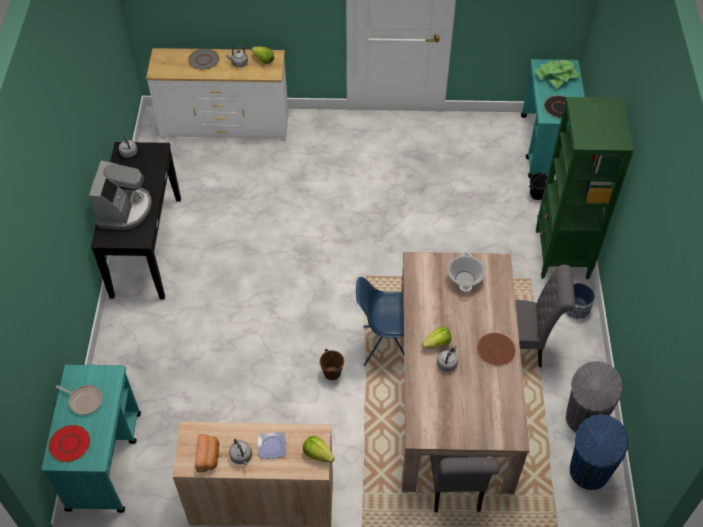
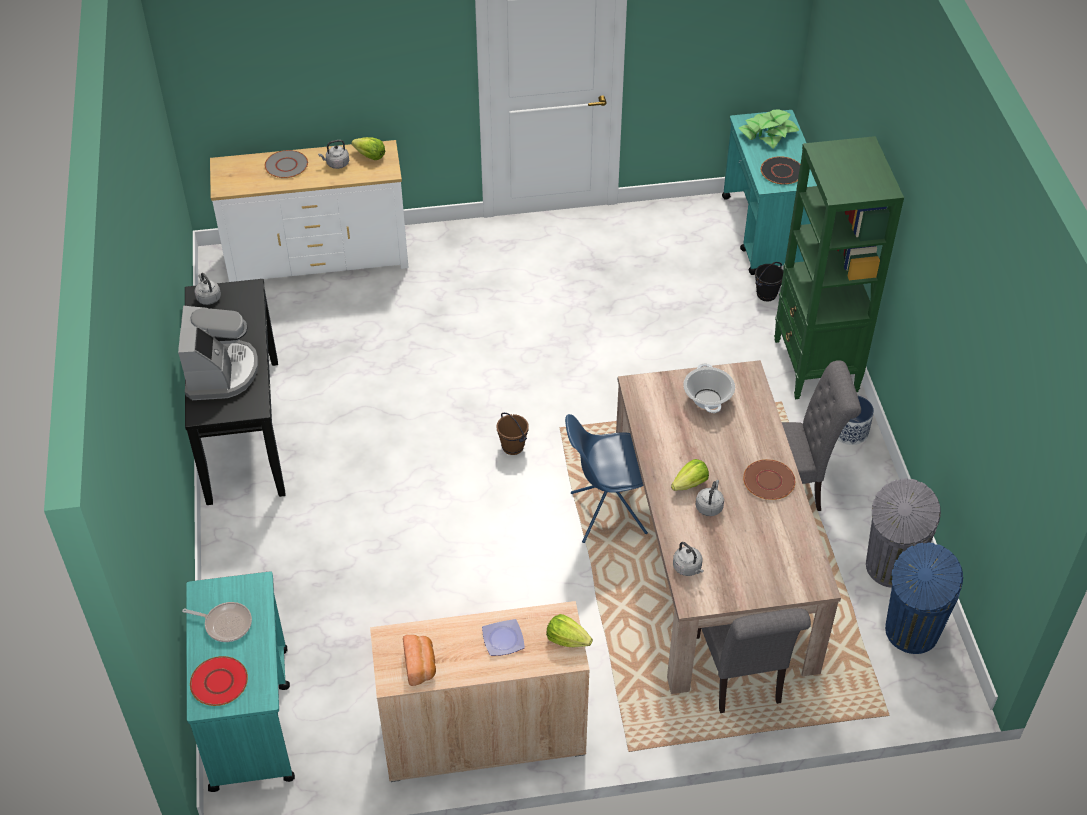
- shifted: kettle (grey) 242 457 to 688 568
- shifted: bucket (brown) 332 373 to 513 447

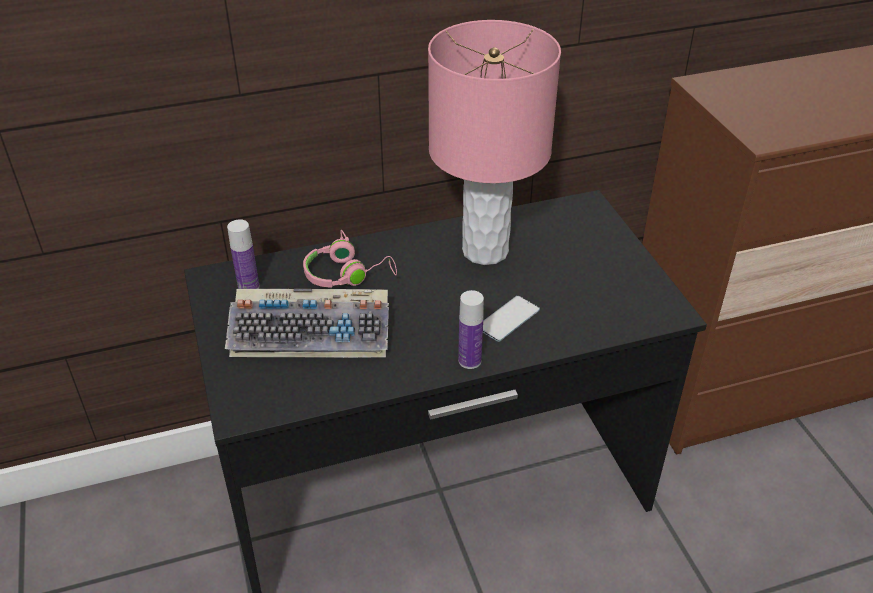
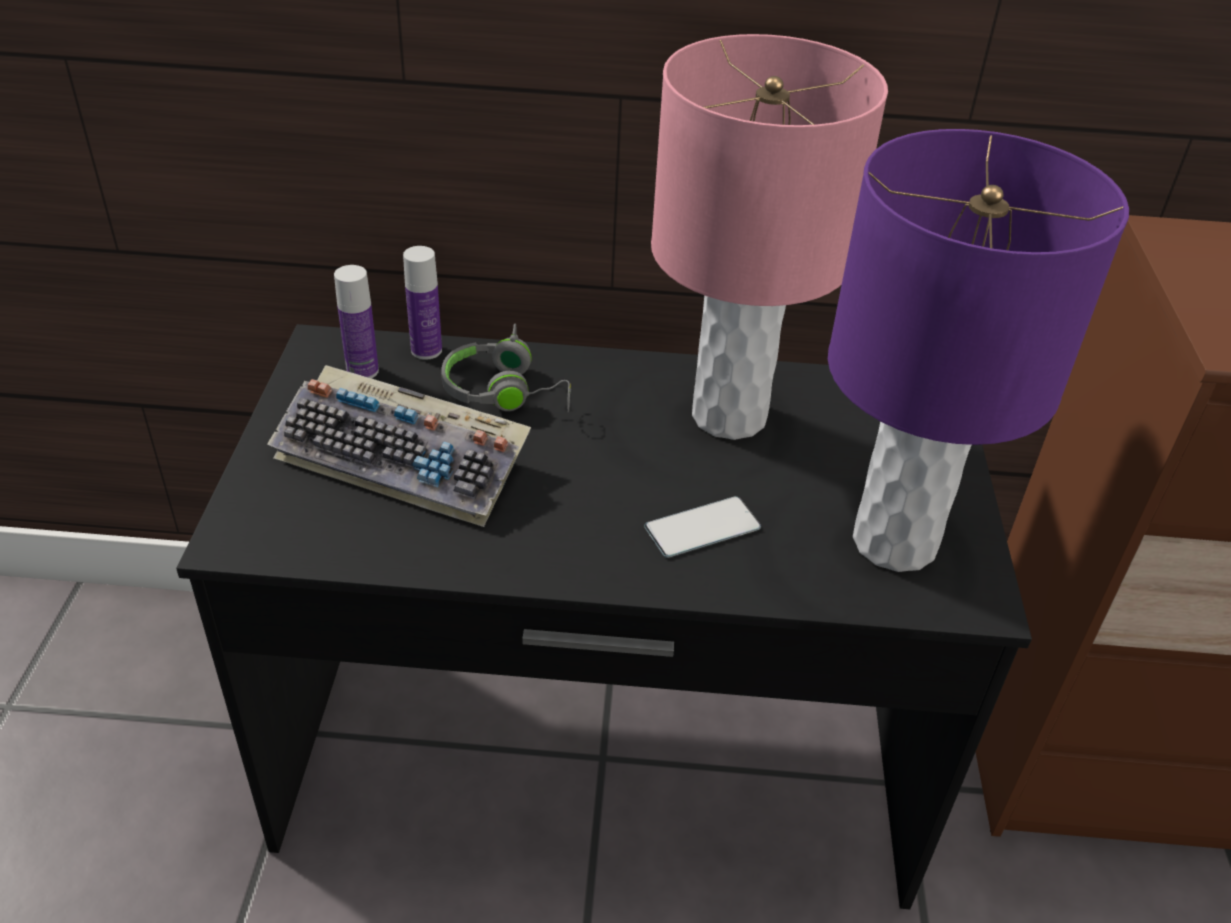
- repainted: headphones (pink) 347 274 to headphones (grey) 506 392
- shifted: bottle 469 360 to 426 350
- new: table lamp (purple) 894 541

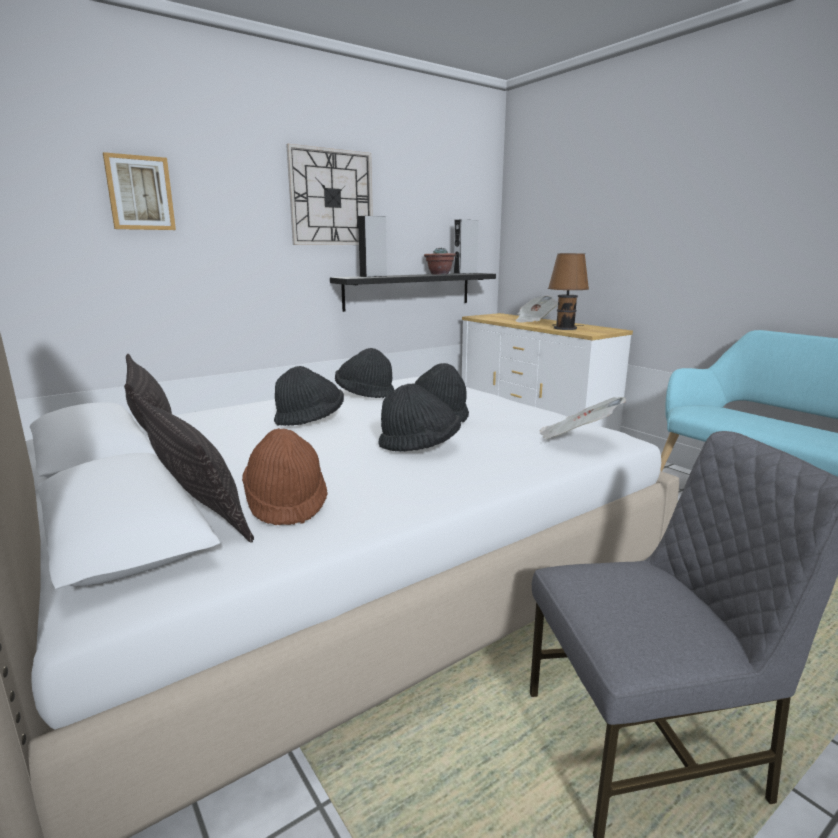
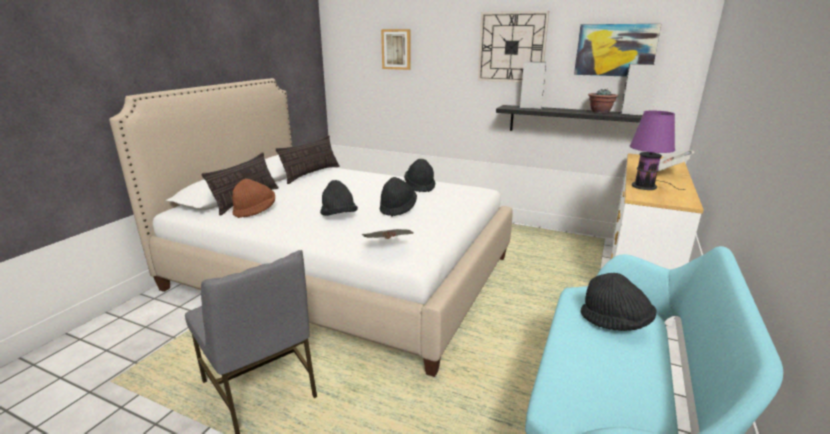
- shifted: hat (black) 310 420 to 615 323
- repainted: table lamp (brown) 565 328 to table lamp (purple) 646 186
- new: picture 615 50

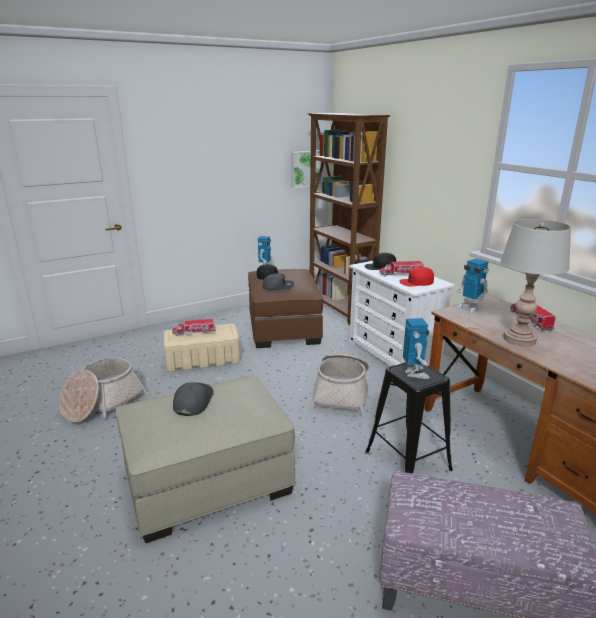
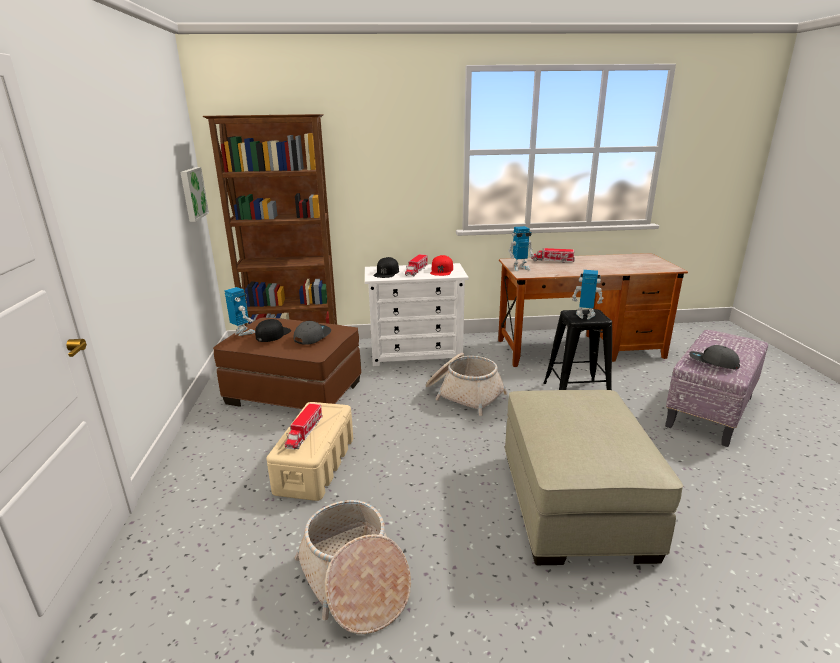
- shifted: cap (grey) 192 401 to 713 362
- gone: table lamp (grey) 519 339

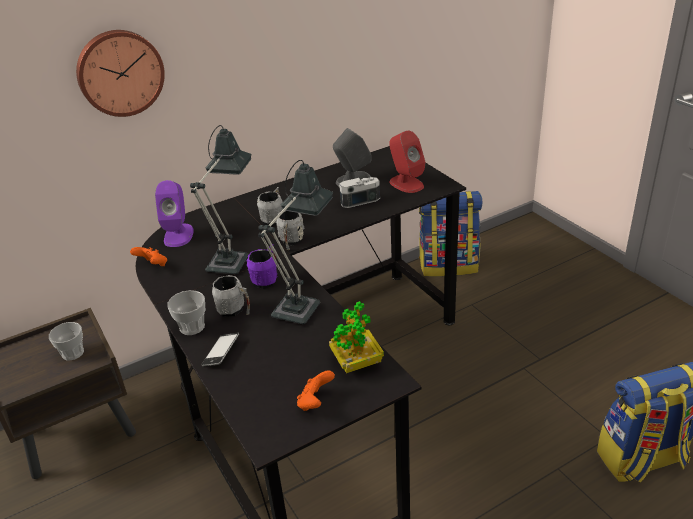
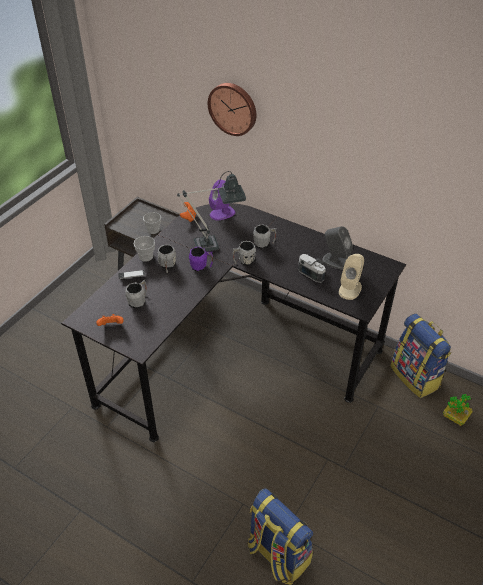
- gone: table lamp 301 304
- shifted: potted plant 357 362 to 455 417
- repainted: speaker (red) 406 184 to speaker (beige) 350 289
- new: mug (grey) 138 301

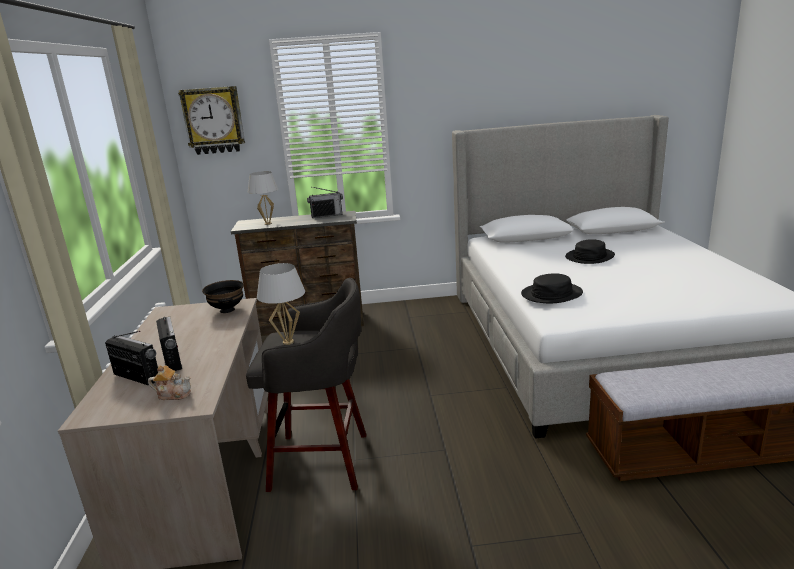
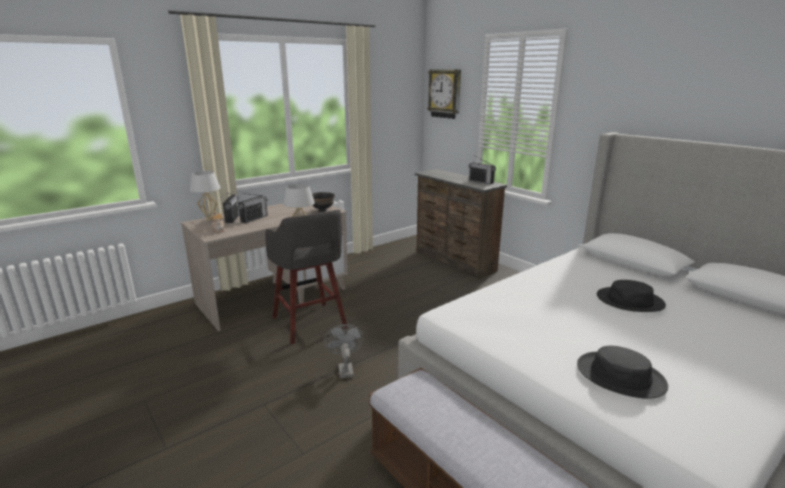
- shifted: table lamp (white) 268 224 to 209 220
- shifted: hat (black) 551 294 to 620 375
- new: fan (grey) 345 369

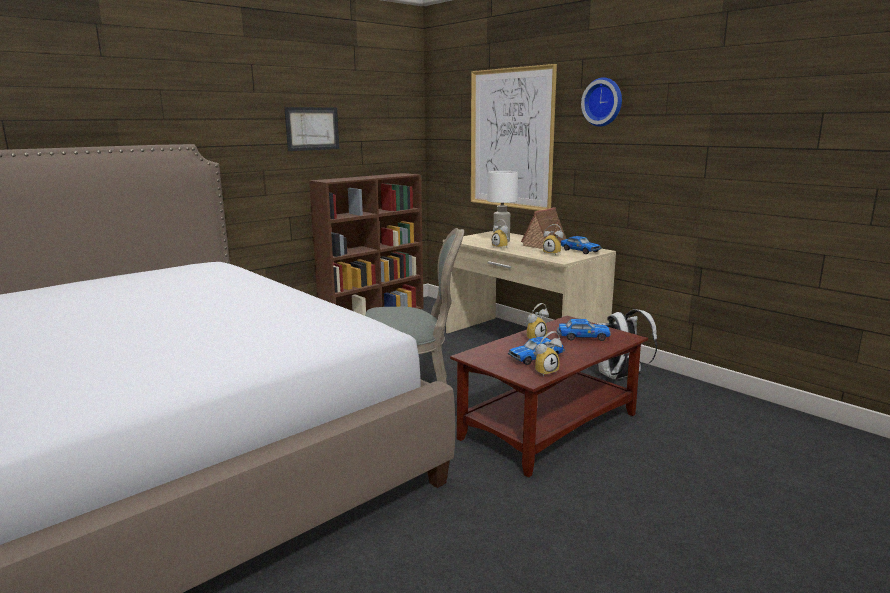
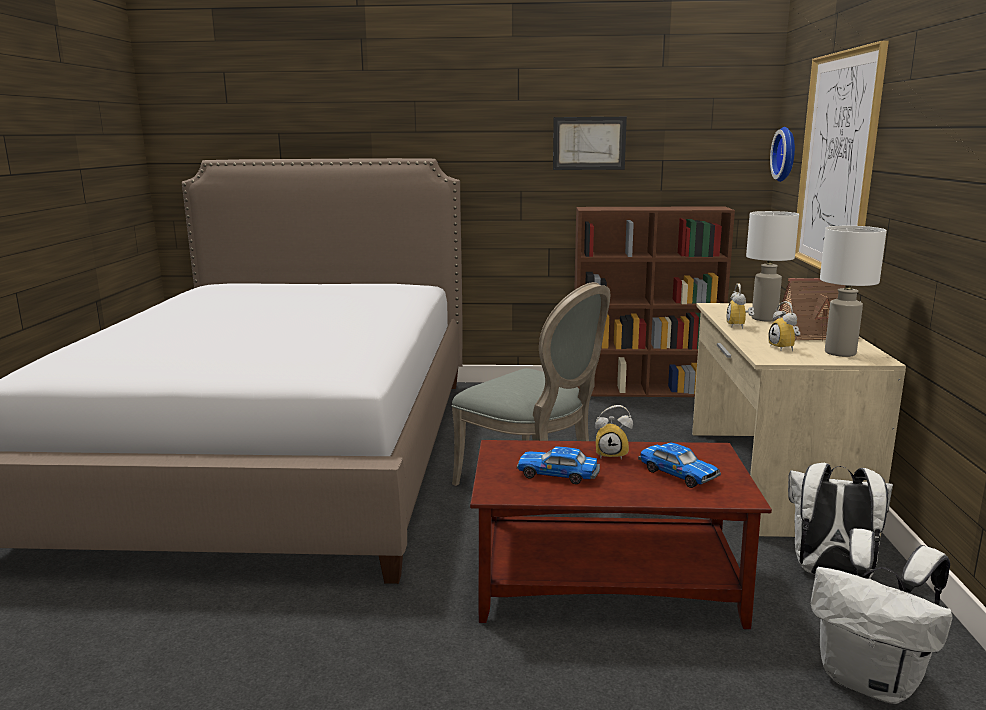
- gone: alarm clock 545 371
- swapped: toy car 579 251 to table lamp (white) 840 353
- shifted: wall clock 603 102 to 787 154
- new: backpack (white) 871 680

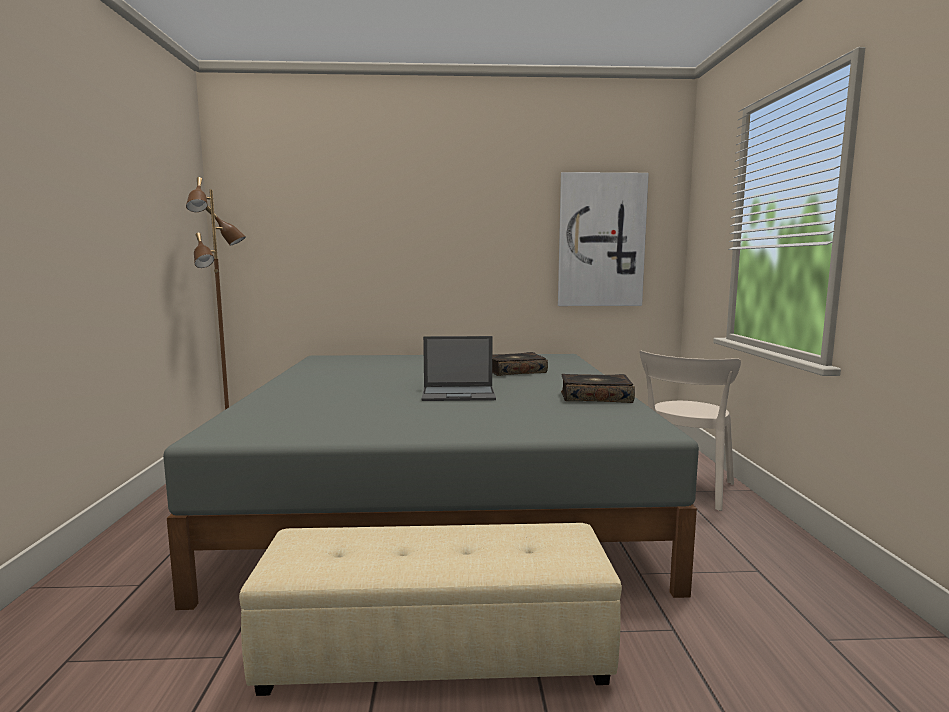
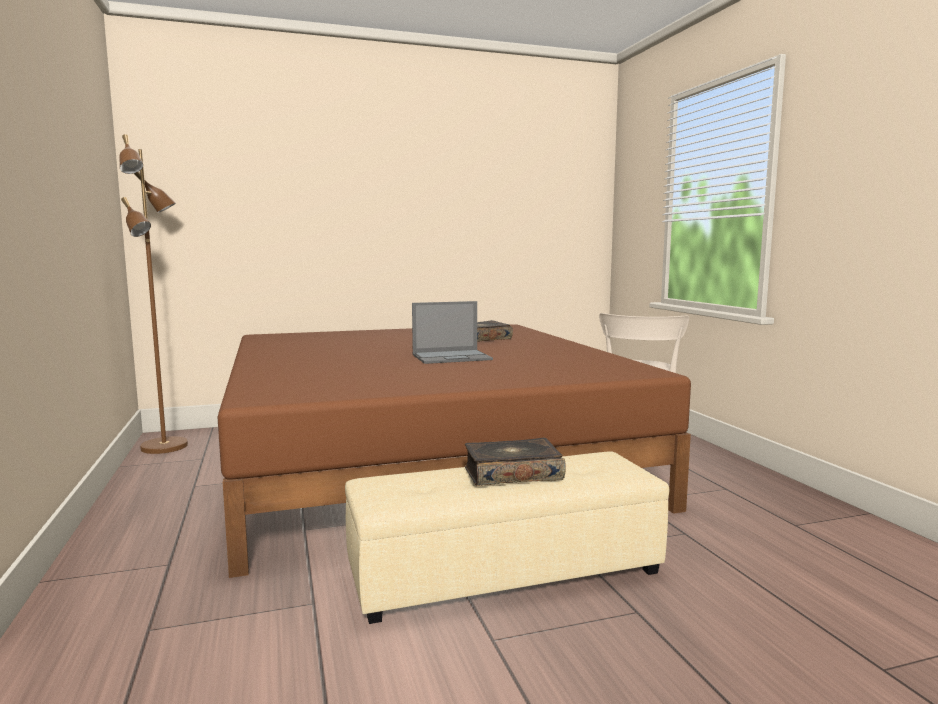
- repainted: bed (grey) 443 493 to bed (brown) 425 460
- gone: picture 601 240
- shifted: book 595 397 to 512 474

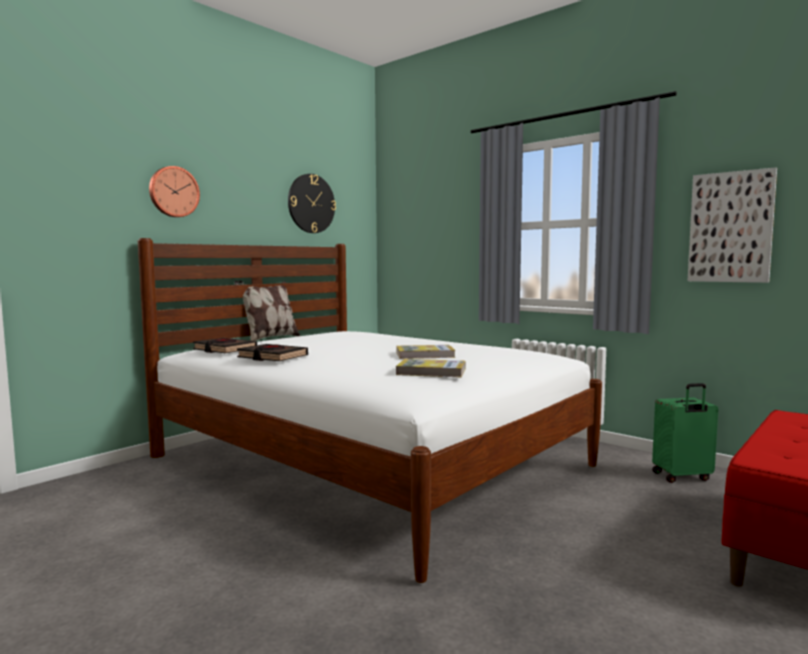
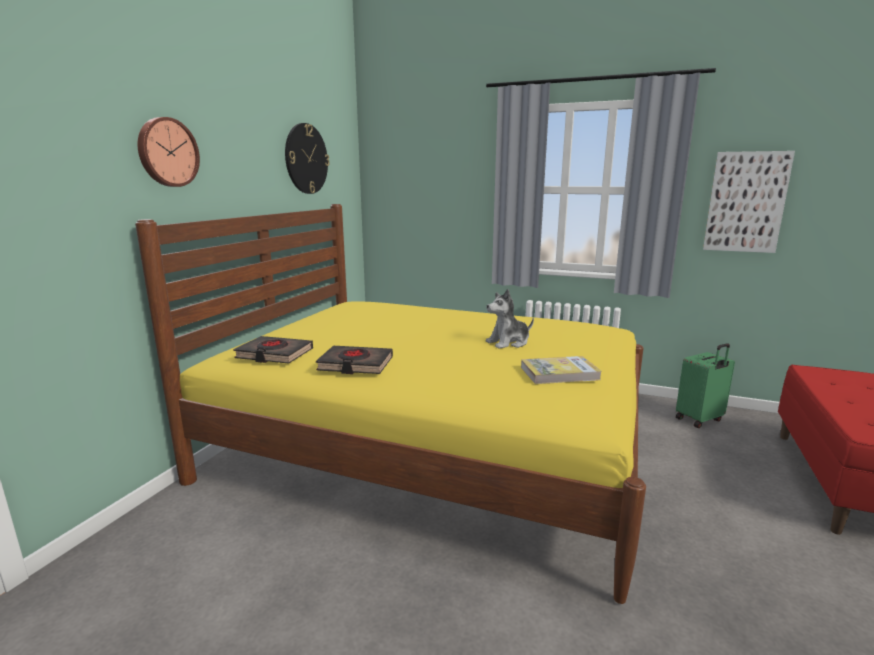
- repainted: bed (white) 367 461 to bed (yellow) 432 447
- gone: pillow 269 338
- swapped: book 425 355 to plush toy 508 342

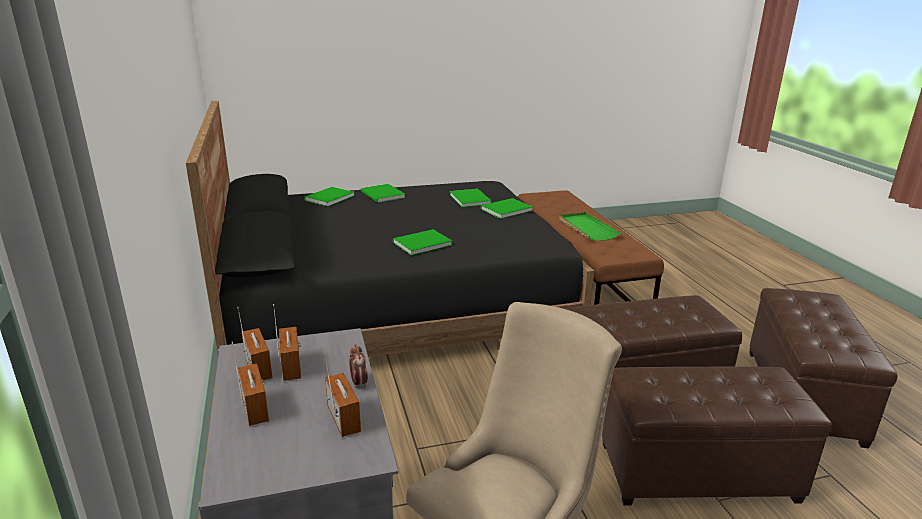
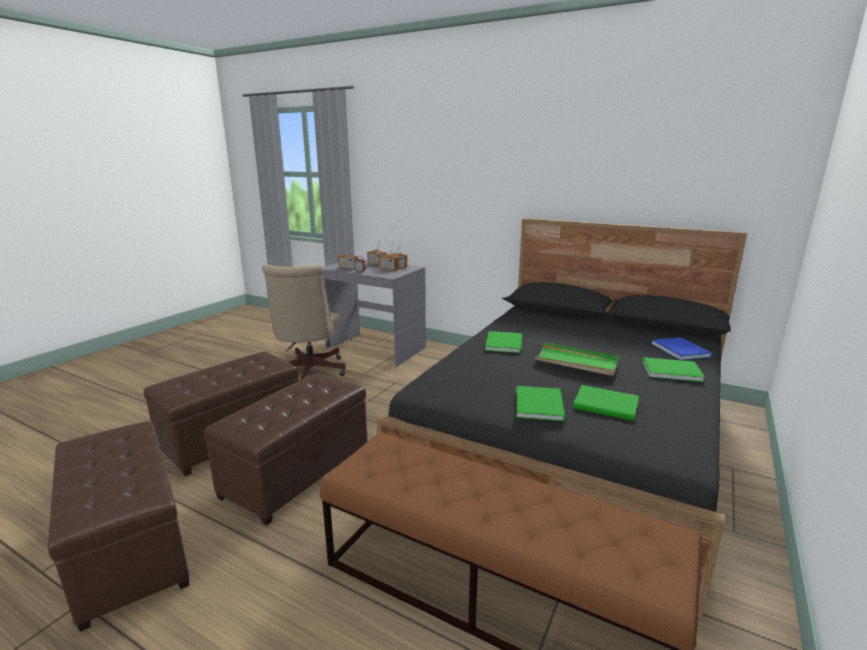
- repainted: book (green) 328 198 to book (blue) 680 349
- shifted: tray (green) 587 228 to 576 362

